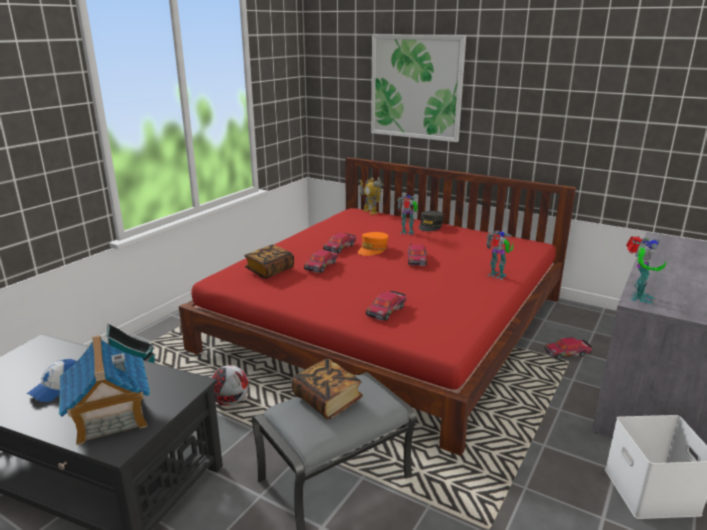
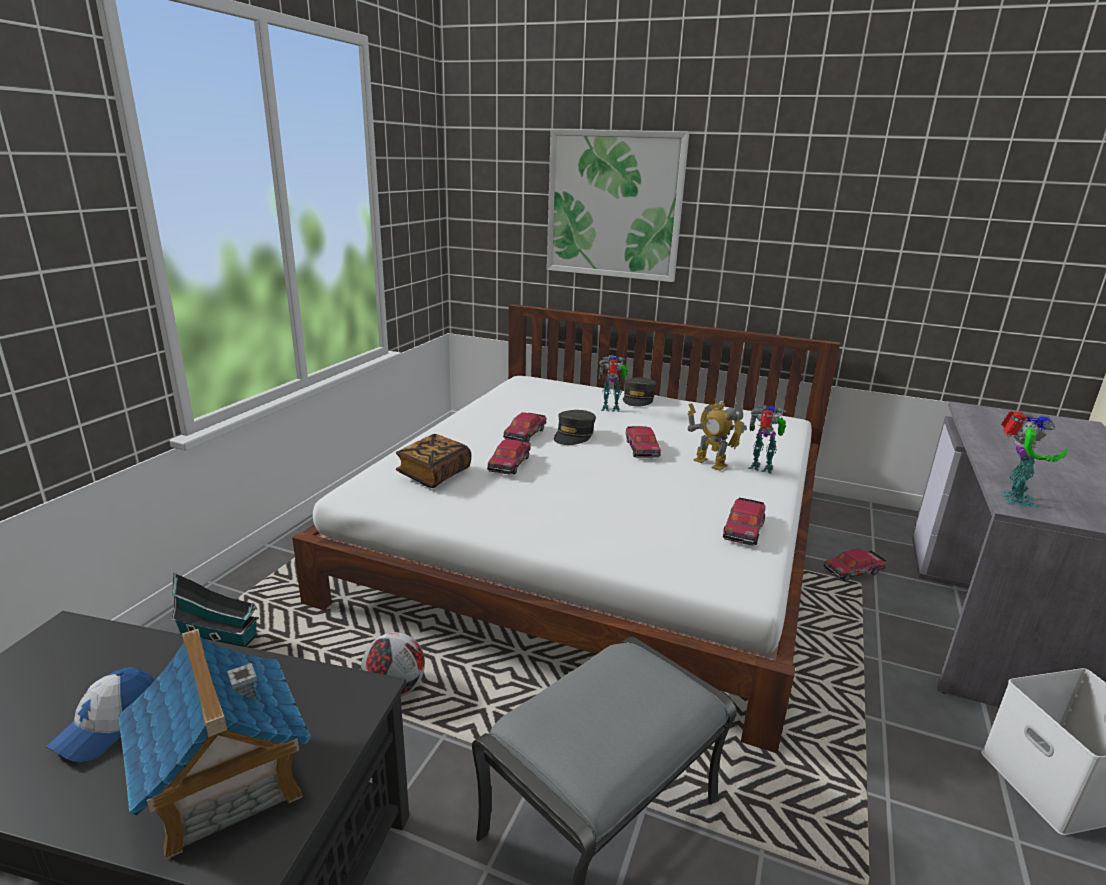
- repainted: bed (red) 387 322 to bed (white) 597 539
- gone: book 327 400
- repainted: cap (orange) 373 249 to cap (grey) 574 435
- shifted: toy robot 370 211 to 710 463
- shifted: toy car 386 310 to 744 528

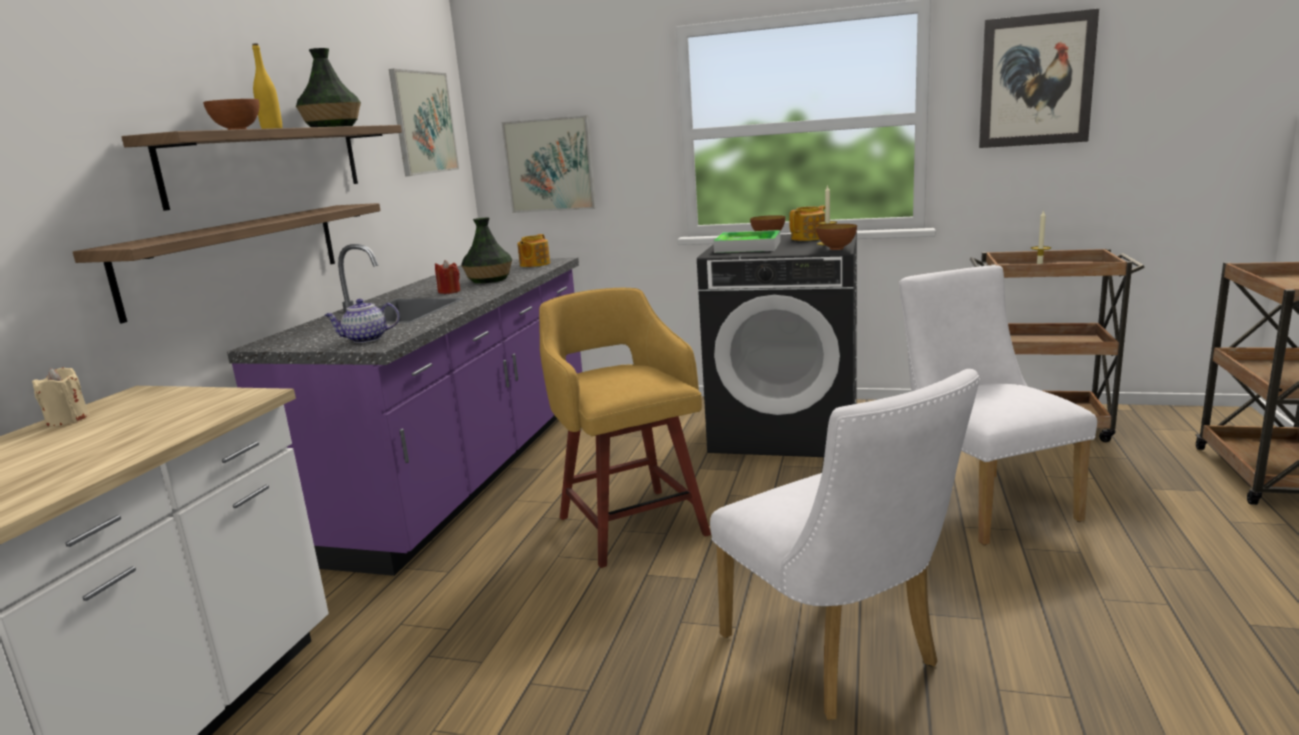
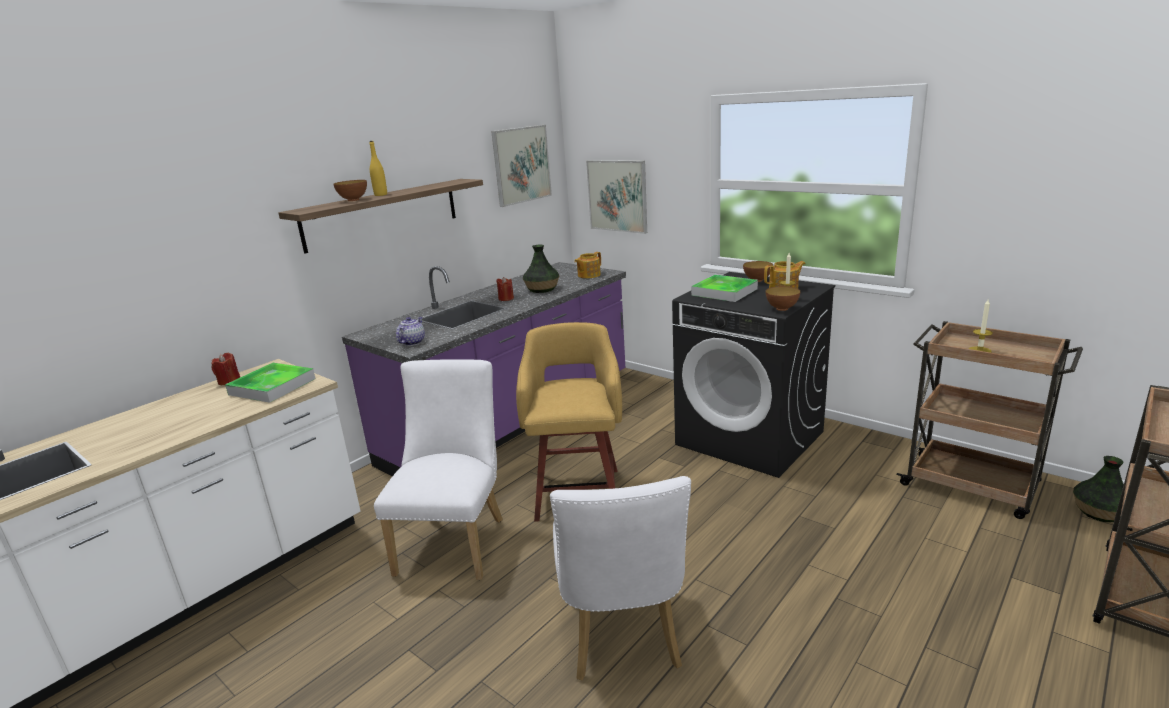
- repainted: candle (beige) 67 420 to candle (red) 229 381
- gone: shelf 237 256
- shifted: vase 333 127 to 1099 512
- rotated: teapot 365 339 = 412 342 105 degrees clockwise
- shifted: chair (white) 982 502 to 455 541
- gone: picture 1035 81
- new: tray 272 386

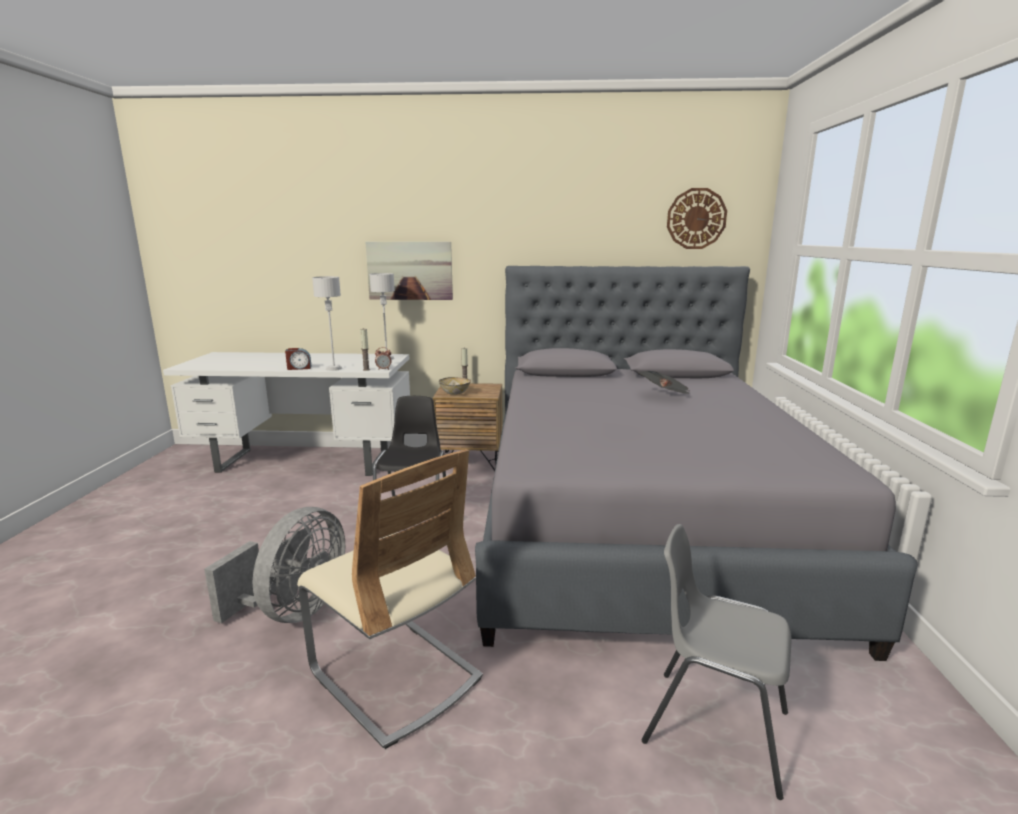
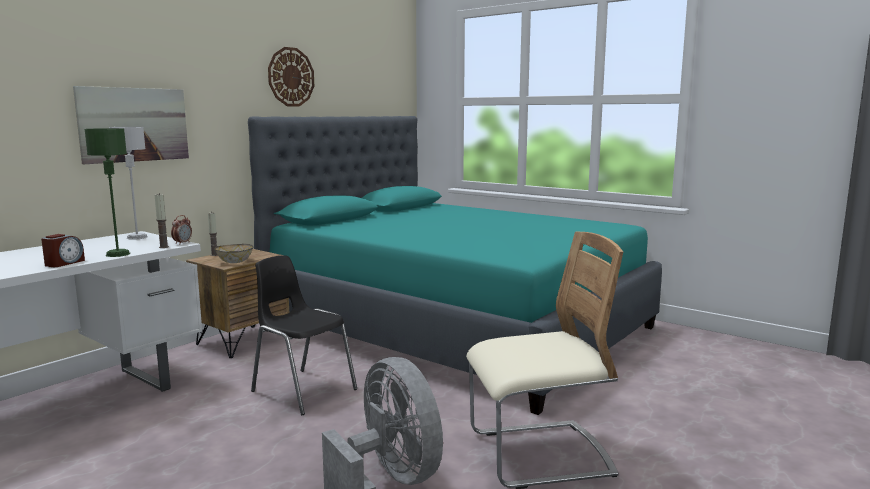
- repainted: table lamp (grey) 334 368 to table lamp (green) 118 254
- repainted: bed (grey) 638 524 to bed (turquoise) 456 326
- gone: newspaper 665 396
- gone: chair (grey) 714 727
- shifted: wall clock 696 218 to 291 77

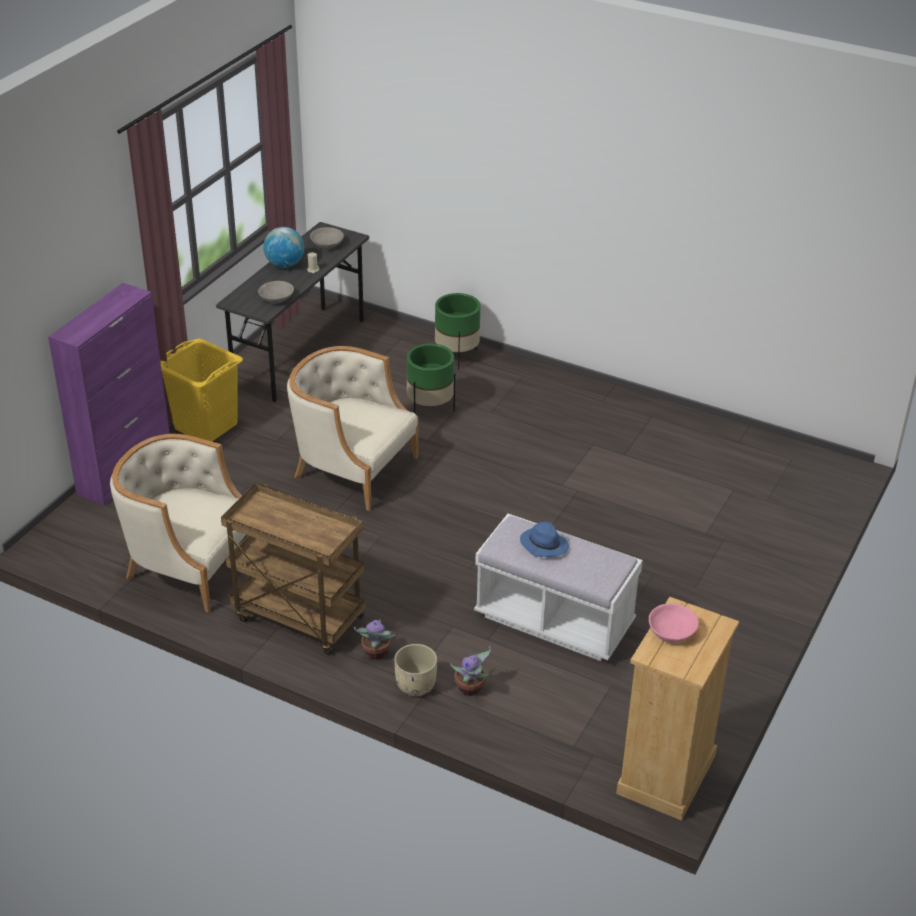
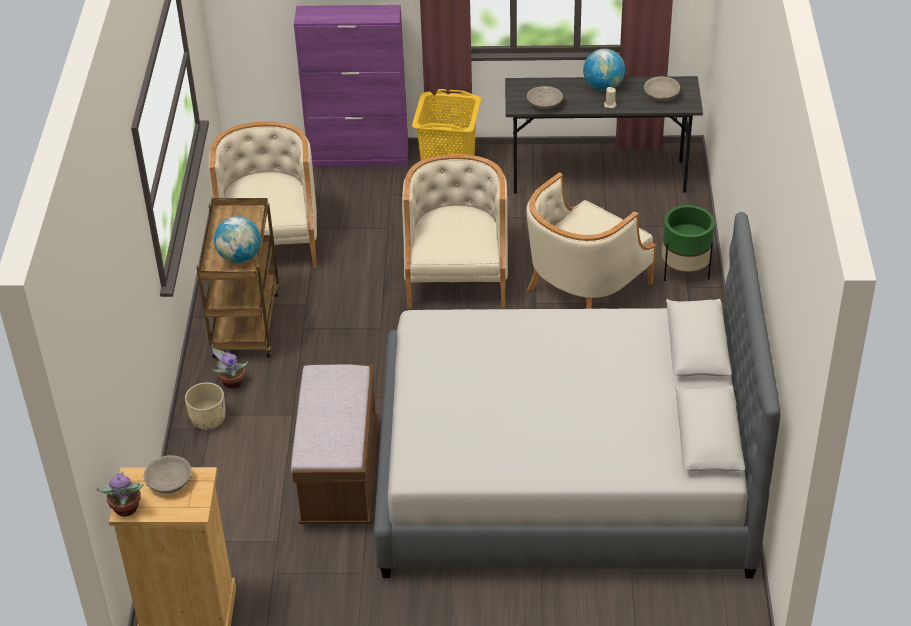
- swapped: planter (green) 430 409 to armchair (beige) 584 286
- shifted: potted plant 471 689 to 126 509
- repainted: bench (white) 554 620 to bench (brown) 340 475
- gone: hat (blue) 543 544
- repainted: bowl (pink) 672 631 to bowl (grey) 169 482
- new: globe 240 257
- new: bed (grey) 564 475

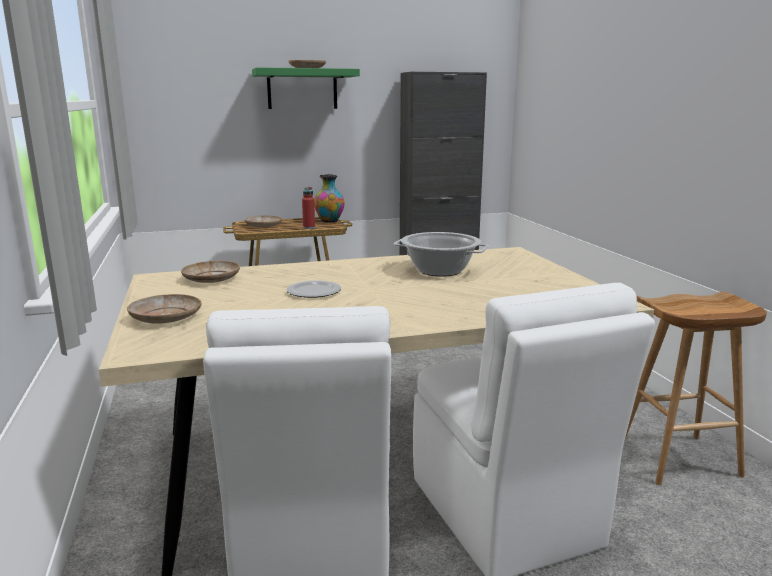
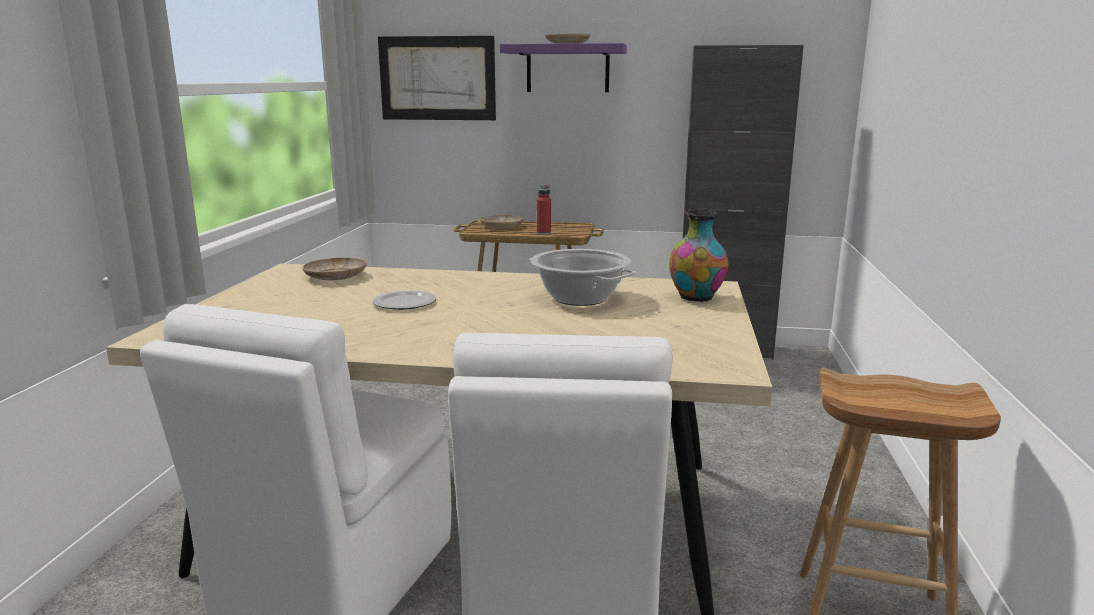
- gone: plate (beige) 165 317
- repainted: shelf (green) 302 89 to shelf (purple) 567 69
- shifted: vase 329 221 to 696 298
- new: picture 437 78

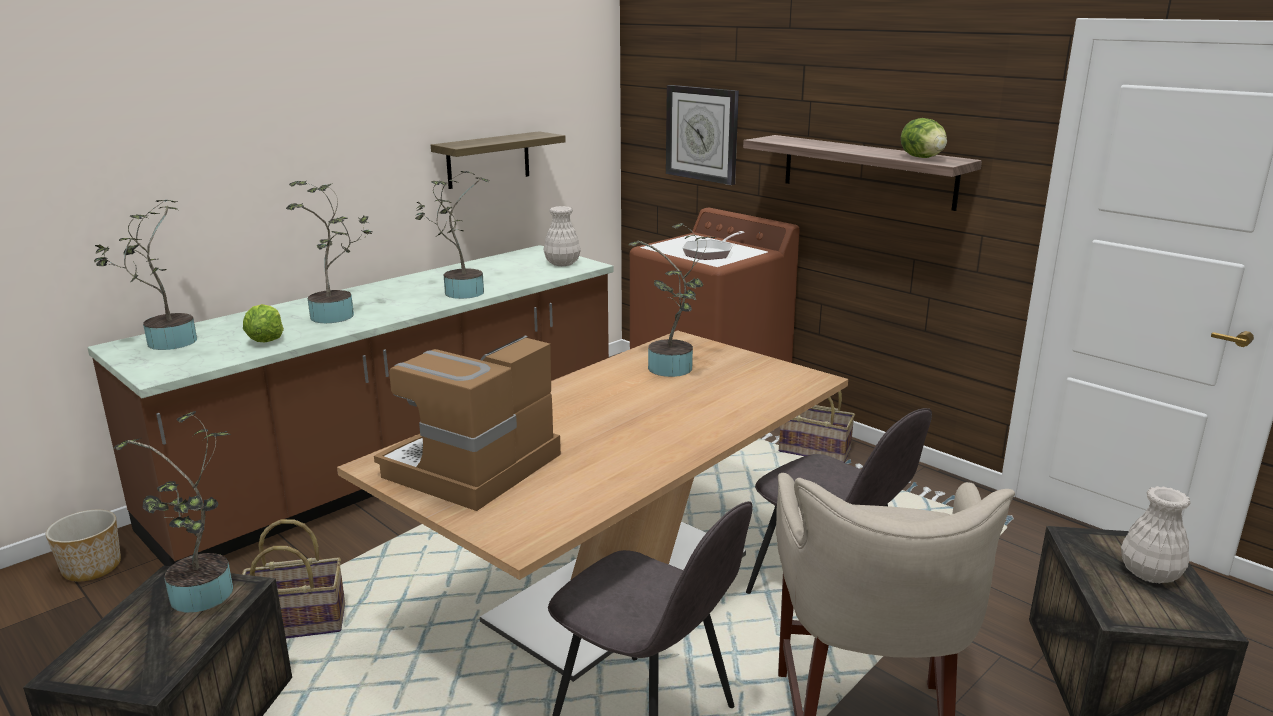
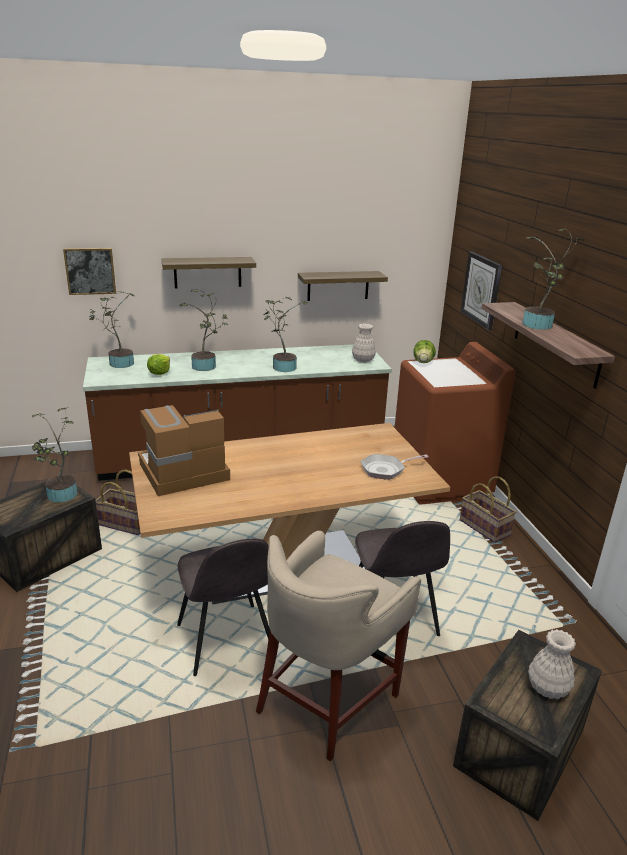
- gone: planter 91 568
- shifted: potted plant 672 370 to 537 326
- shifted: frying pan 710 253 to 386 469
- shifted: lettuce 922 158 to 423 362
- new: picture 90 271
- new: shelf 207 272

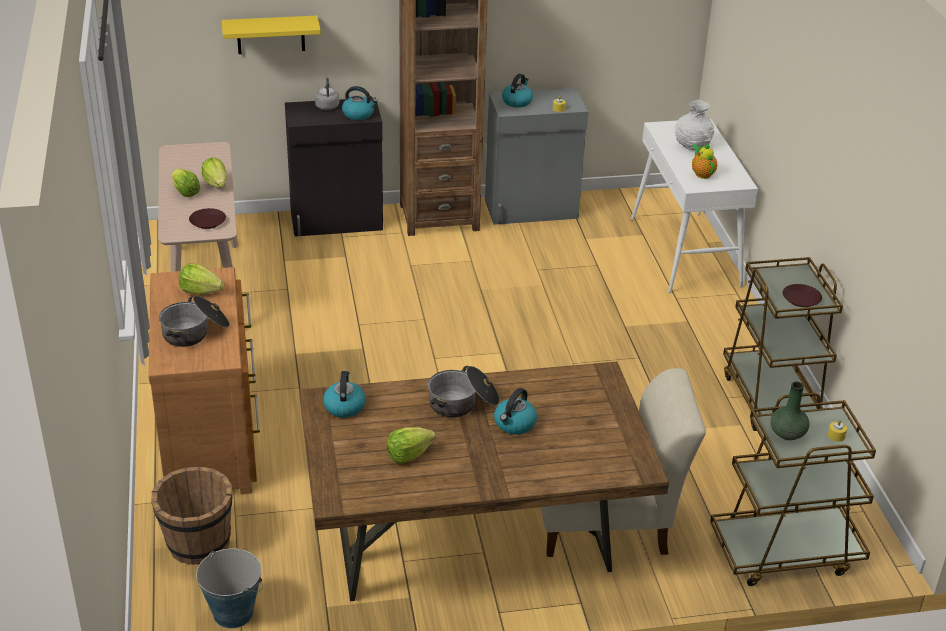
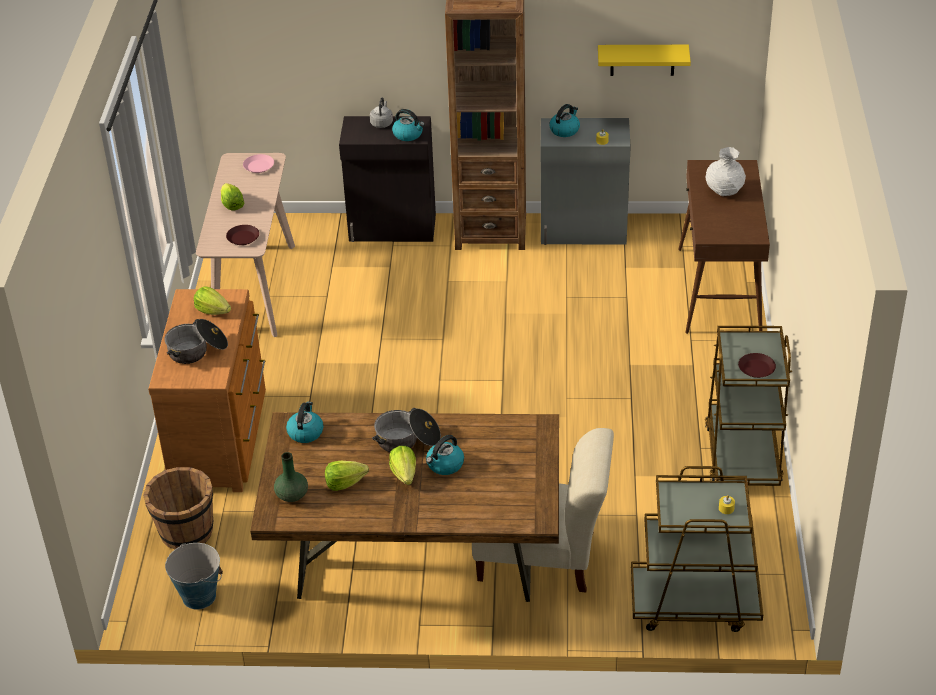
- shifted: lettuce 216 184 to 404 474
- shifted: shelf (yellow) 270 34 to 642 60
- repainted: console table (white) 685 252 to console table (brown) 719 291
- gone: teapot 702 173
- shifted: vase (green) 788 433 to 292 495
- new: plate (pink) 258 166

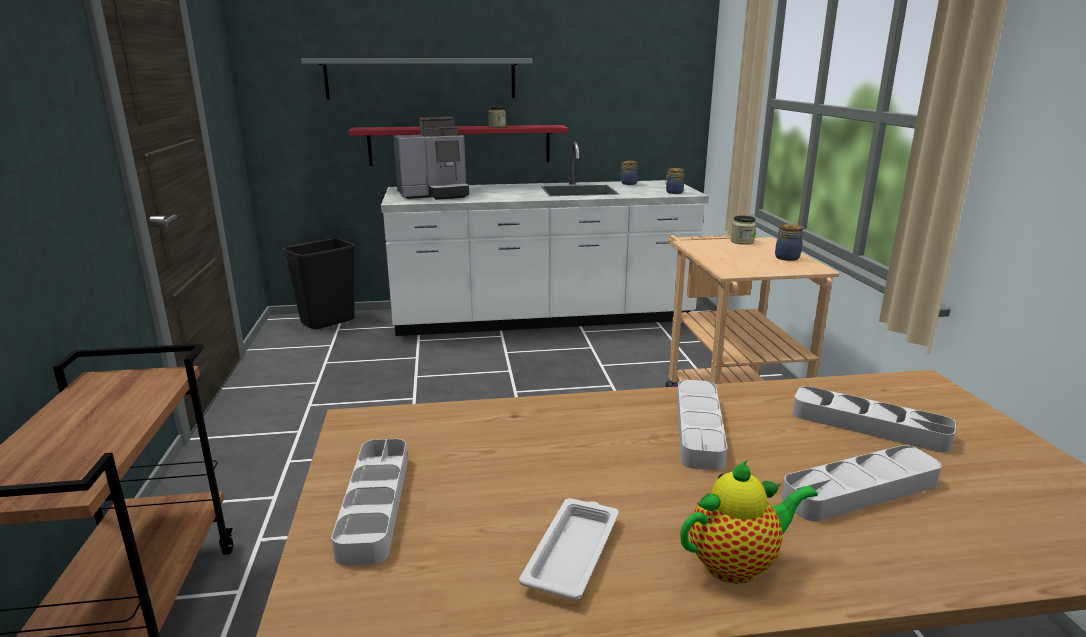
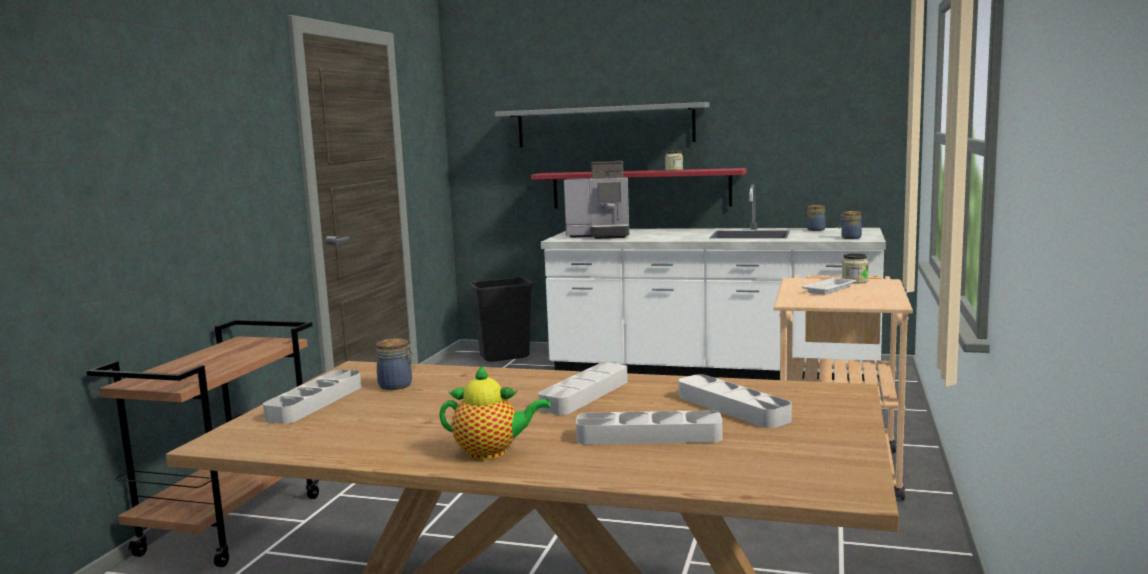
- shifted: tray (white) 573 552 to 829 289
- shifted: jar 788 258 to 397 386

